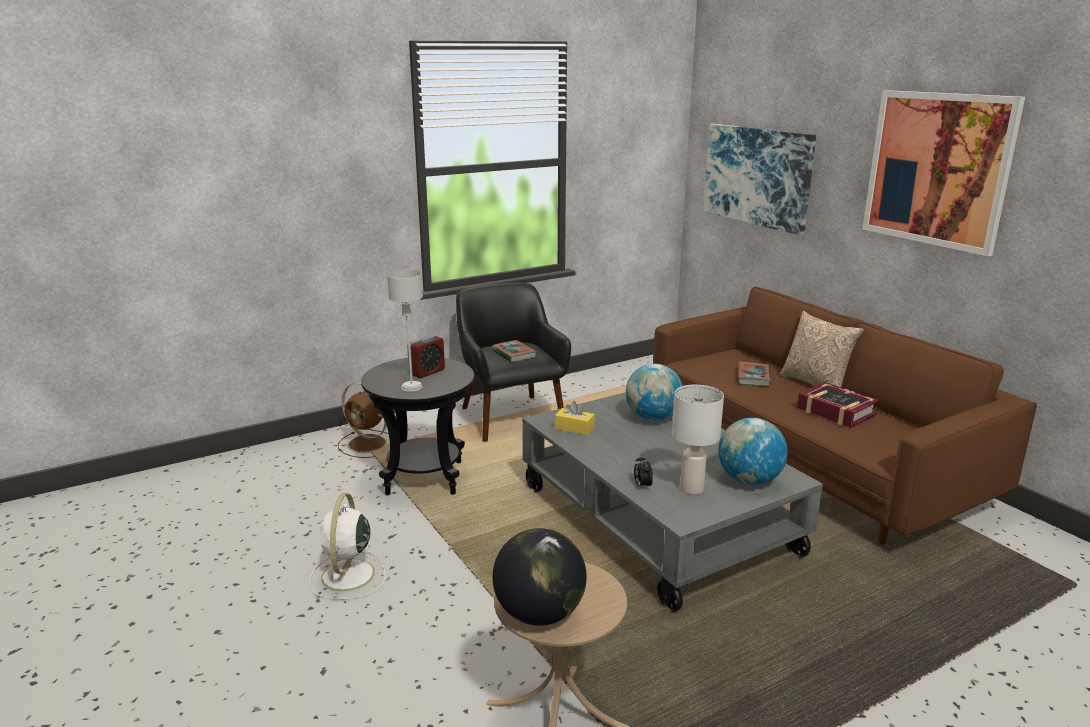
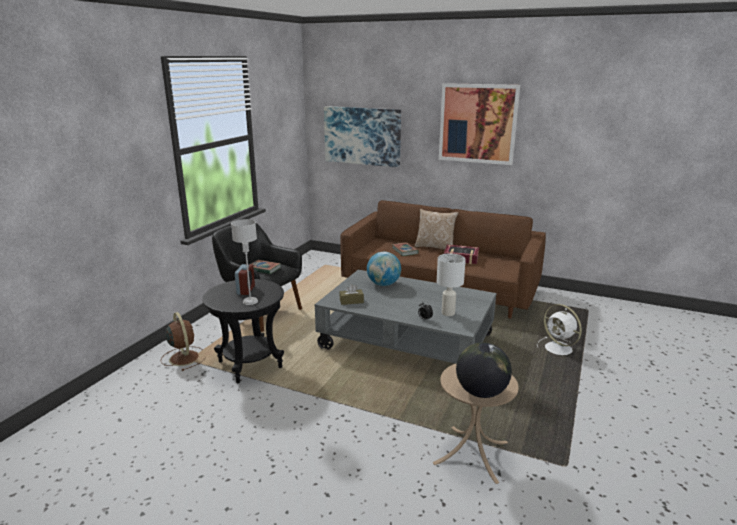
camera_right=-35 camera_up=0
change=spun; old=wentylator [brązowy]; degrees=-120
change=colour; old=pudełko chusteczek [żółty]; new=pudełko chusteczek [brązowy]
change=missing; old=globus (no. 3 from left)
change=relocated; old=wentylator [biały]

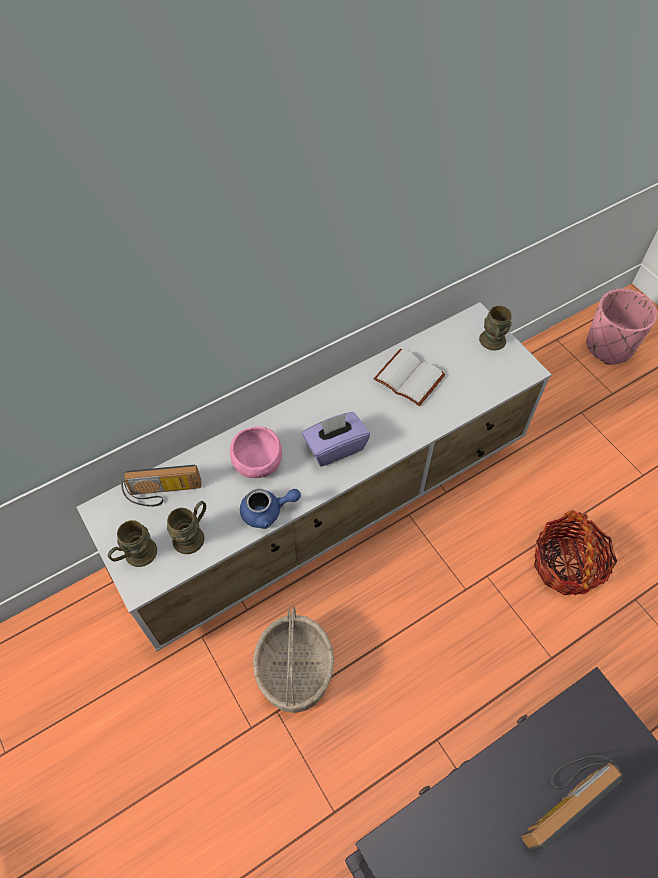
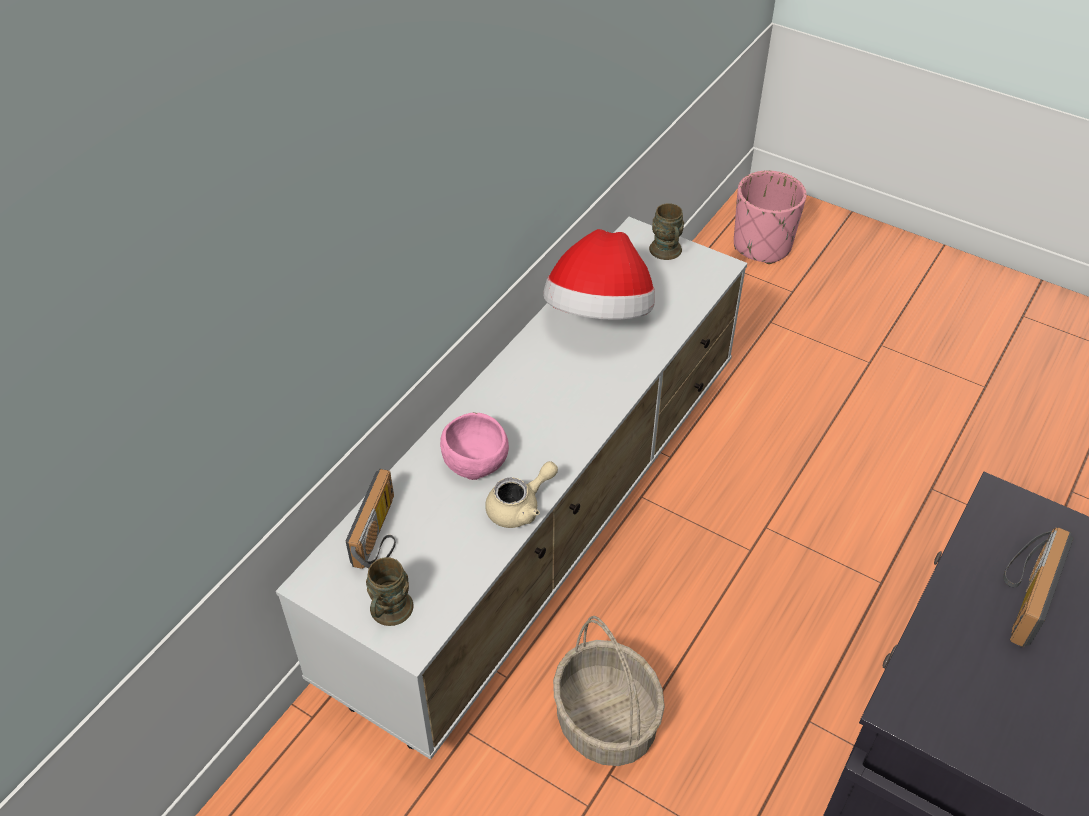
camera_right=-25 camera_up=-10
change=exchanged; old=książka [biały]; new=kapelusz
change=missing; old=pudełko chusteczek [fioletowy]
change=spun; old=radio (no. 1 from left); degrees=-45
change=colour; old=imbryk [niebieski]; new=imbryk [beżowy]
change=missing; old=kubek [brązowy] (no. 2 from left)
change=missing; old=koszyk (no. 2 from left)

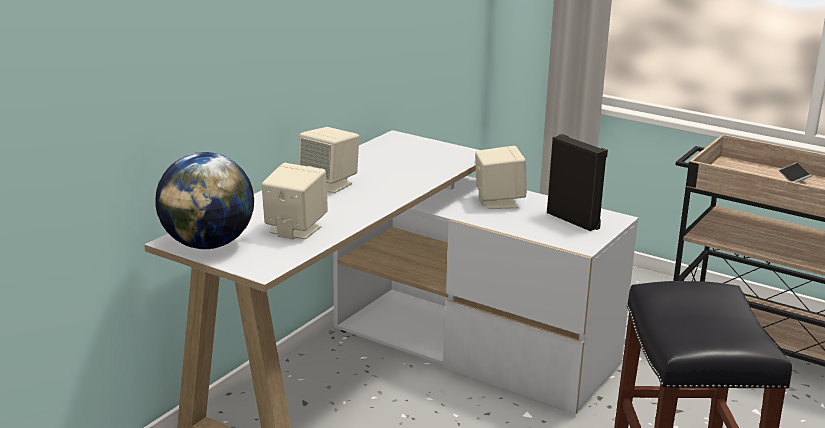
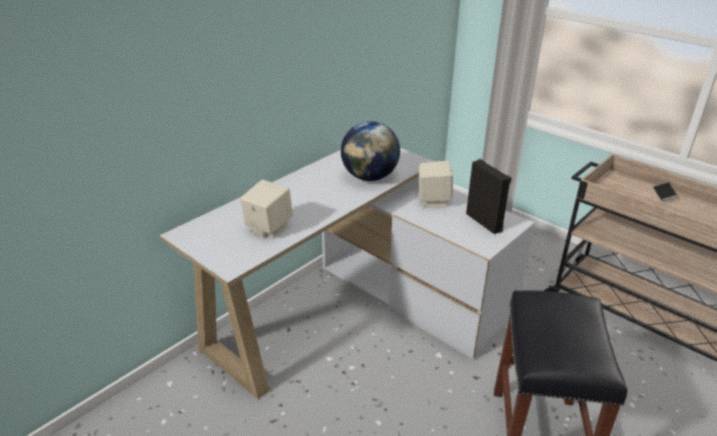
camera_right=10 camera_up=10
change=missing; old=głośnik [beżowy] (no. 2 from left)
change=relocated; old=globus

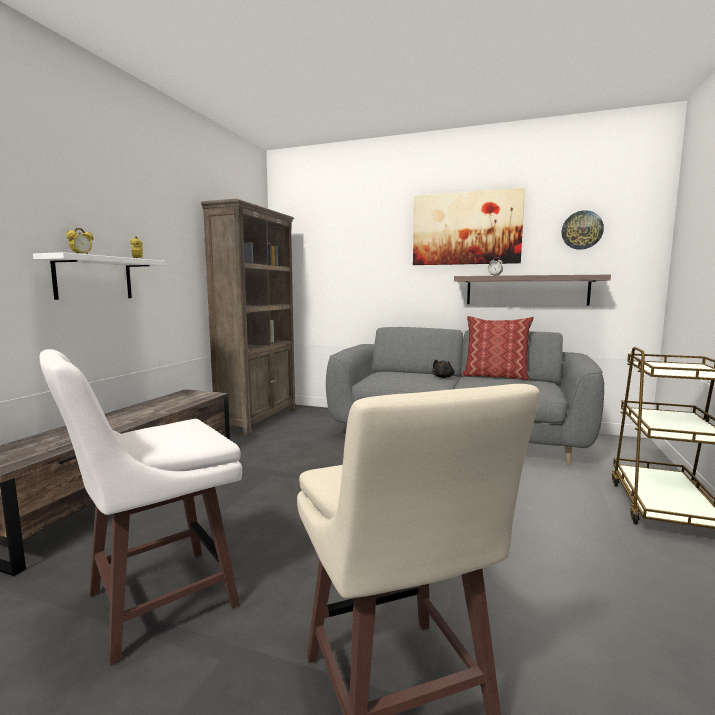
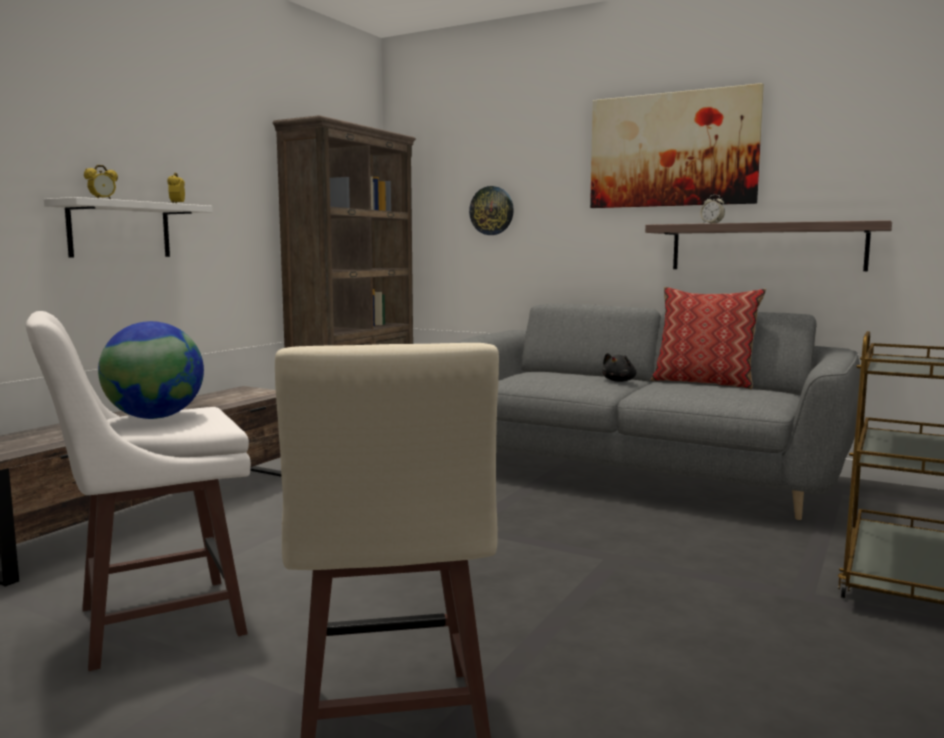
camera_right=10 camera_up=0
change=relocated; old=zegar ścienny
change=appeared; new=globus

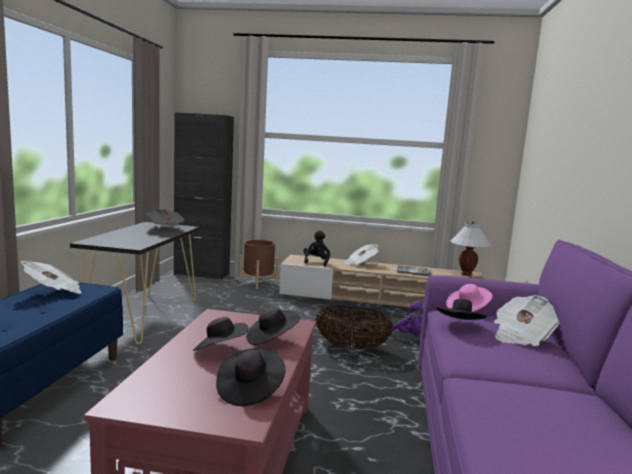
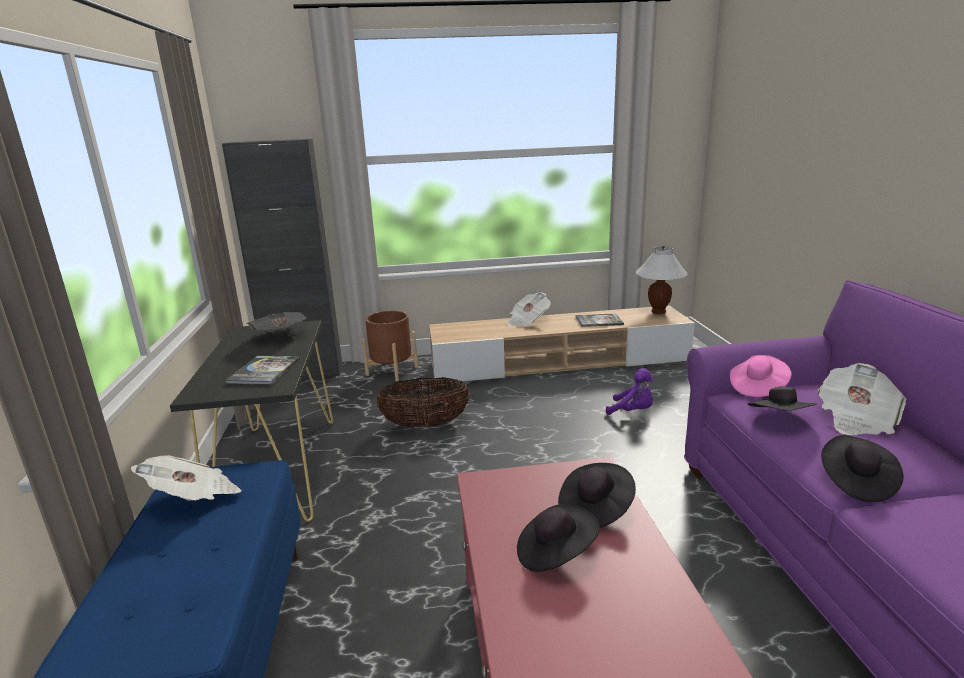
camera_right=-15 camera_up=10
change=missing; old=pluszak [czarny]
change=relocated; old=koszyk
change=relocated; old=kapelusz [czarny] (no. 2 from left in the first image); new=kapelusz [czarny] (no. 4 from left)
change=appeared; new=książka (no. 1 from left)

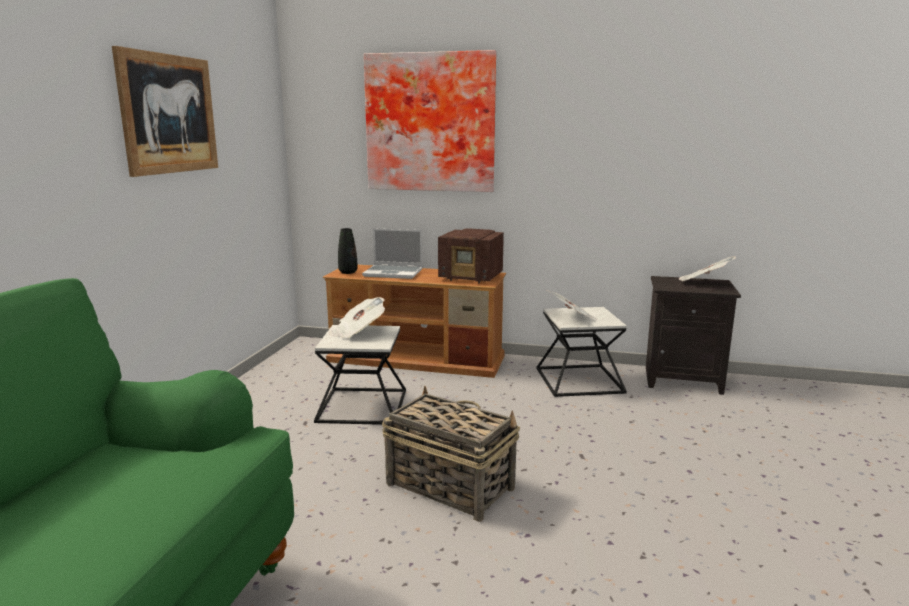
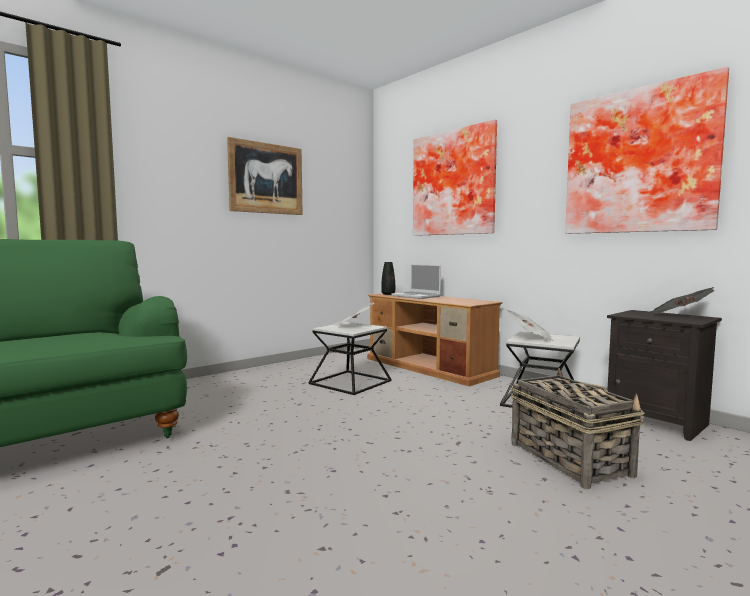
camera_right=35 camera_up=-10
change=missing; old=radio
change=relocated; old=koszyk
change=appeared; new=obraz (no. 3 from left)

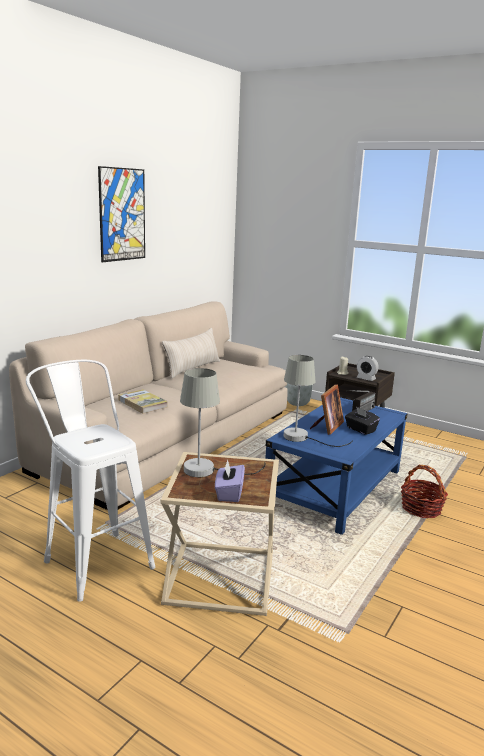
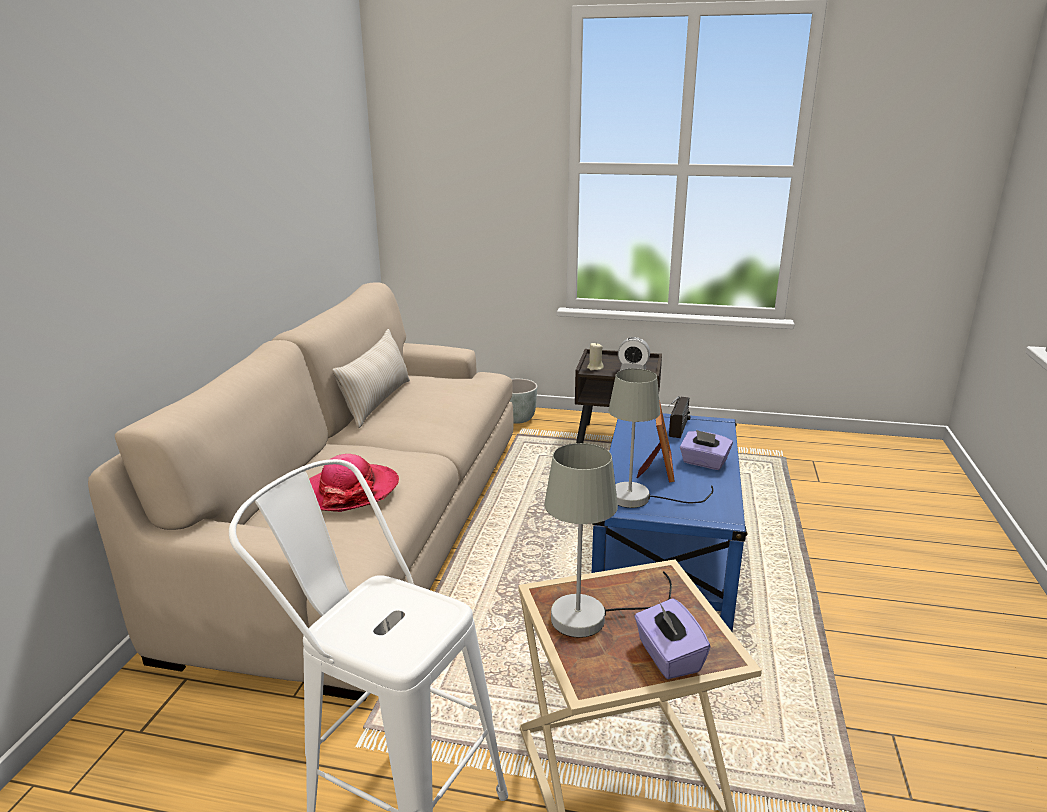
camera_right=-20 camera_up=5
change=missing; old=obraz
change=exchanged; old=książka; new=kapelusz
change=colour; old=pudełko chusteczek [czarny]; new=pudełko chusteczek [fioletowy] (no. 2 from left)
change=missing; old=koszyk

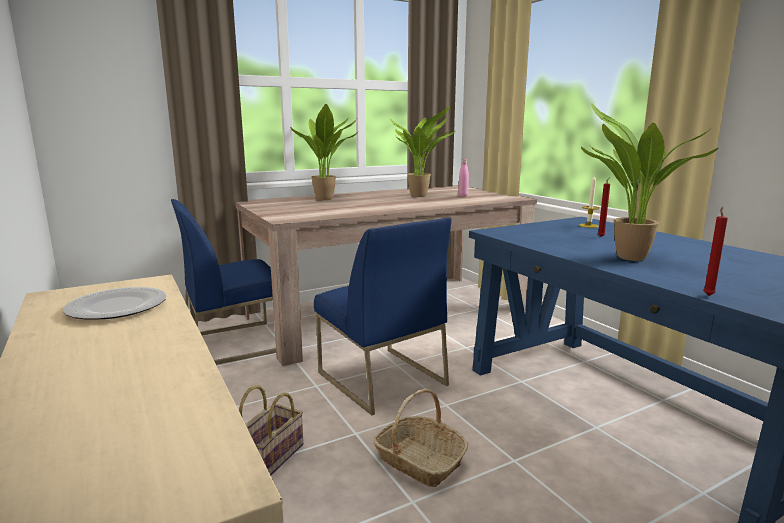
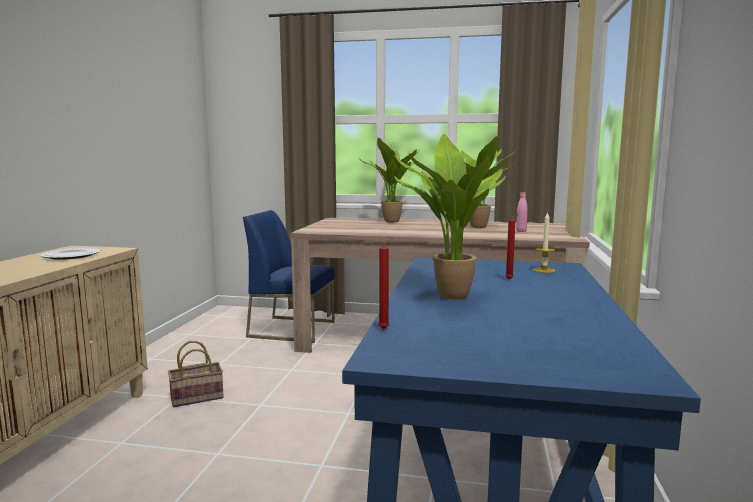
camera_right=40 camera_up=-5
change=missing; old=krzesło [niebieski] (no. 2 from left)
change=missing; old=koszyk (no. 2 from left)

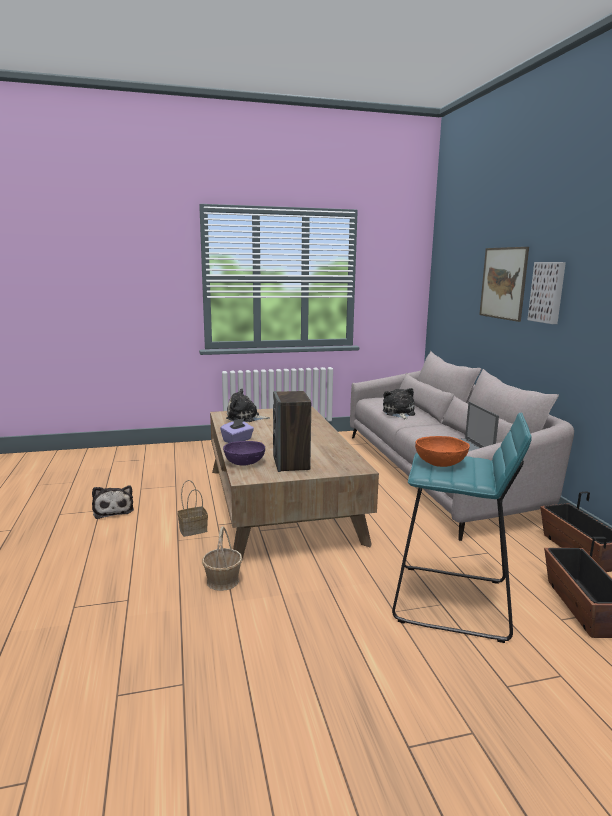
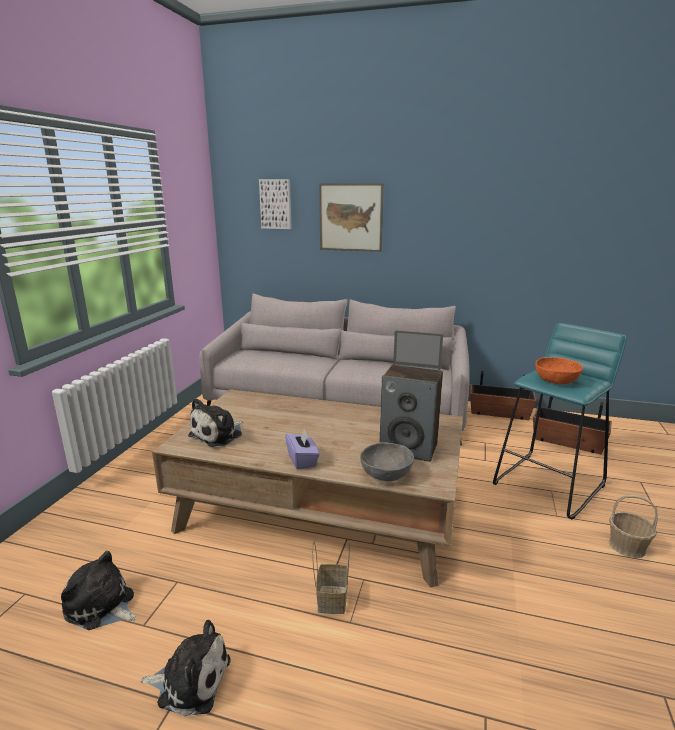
camera_right=-60 camera_up=5
change=relocated; old=obraz (no. 2 from left in the first image); new=obraz (no. 1 from left)
change=relocated; old=pluszak (no. 3 from left in the first image); new=pluszak (no. 1 from left)
change=colour; old=miska [fioletowy]; new=miska [szary]
change=relocated; old=koszyk (no. 2 from left)

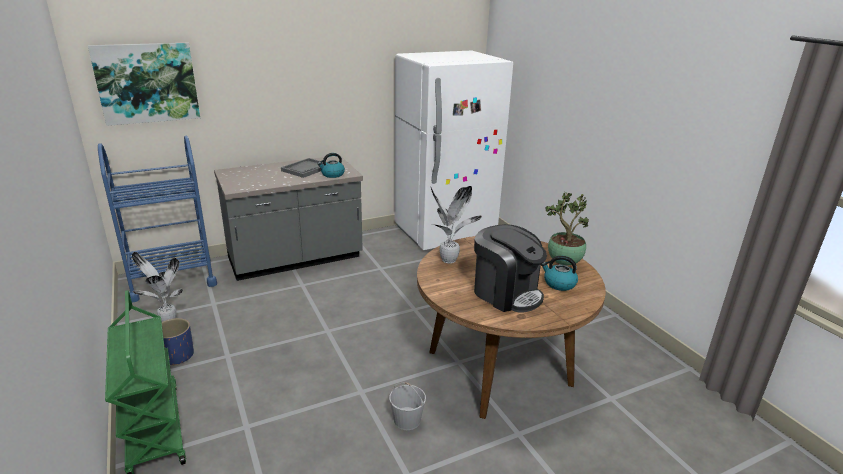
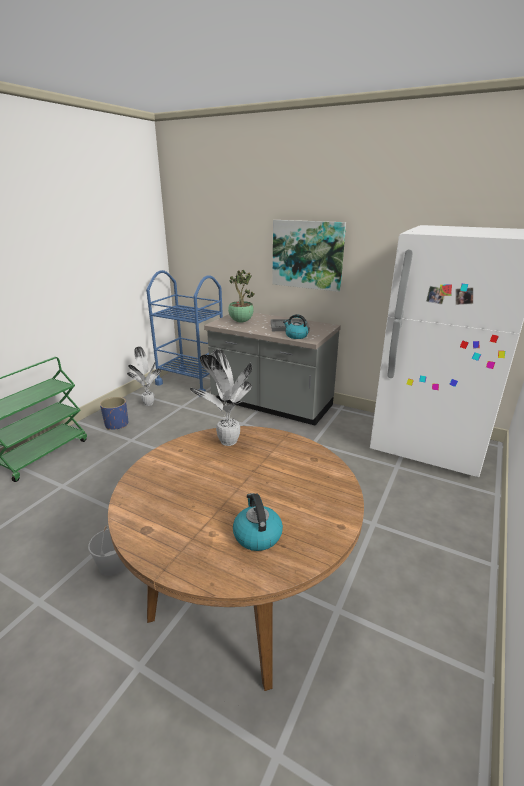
camera_right=55 camera_up=0
change=relocated; old=obraz
change=relocated; old=roślina doniczkowa (no. 3 from left)
change=missing; old=ekspres do kawy

